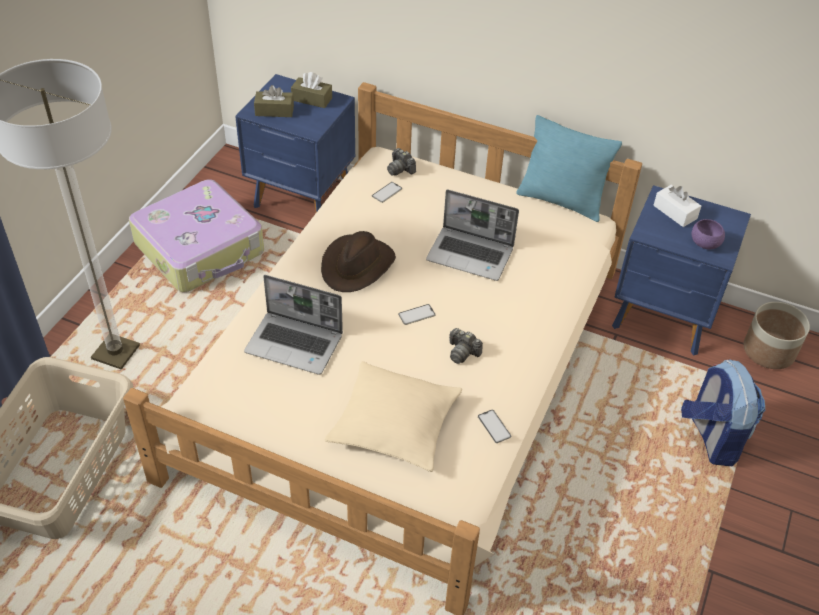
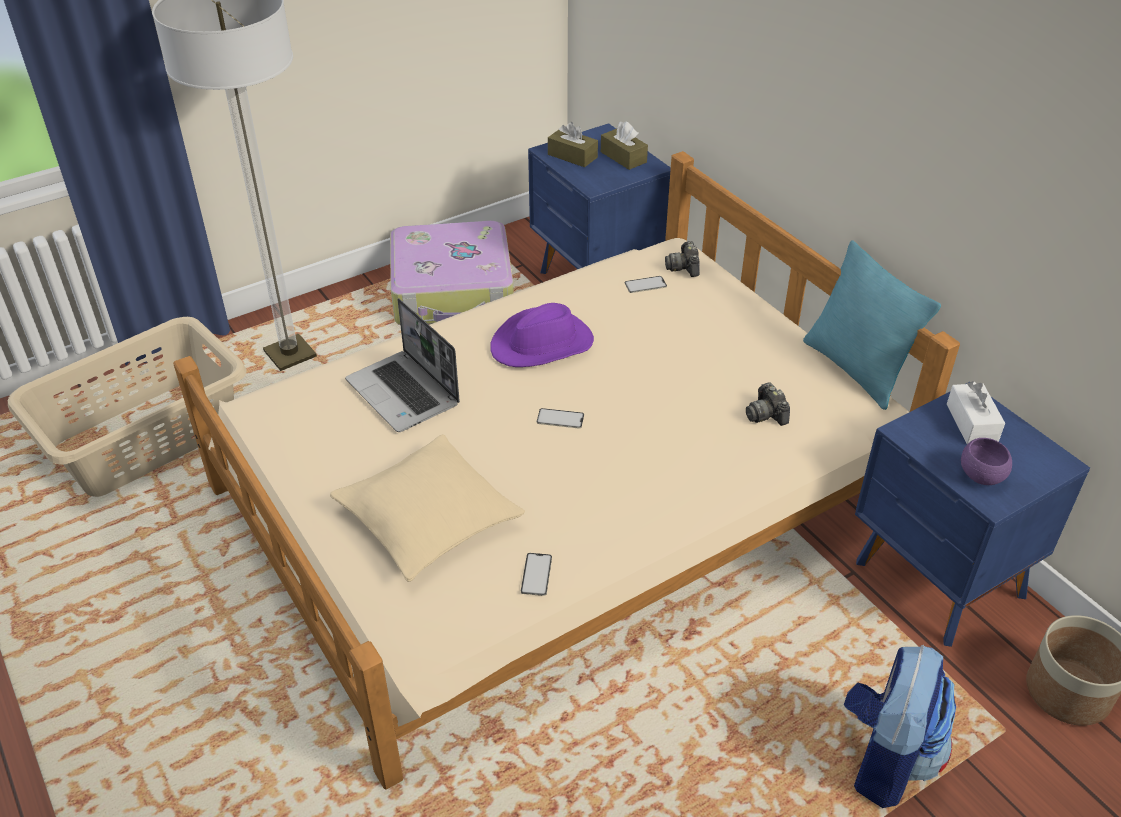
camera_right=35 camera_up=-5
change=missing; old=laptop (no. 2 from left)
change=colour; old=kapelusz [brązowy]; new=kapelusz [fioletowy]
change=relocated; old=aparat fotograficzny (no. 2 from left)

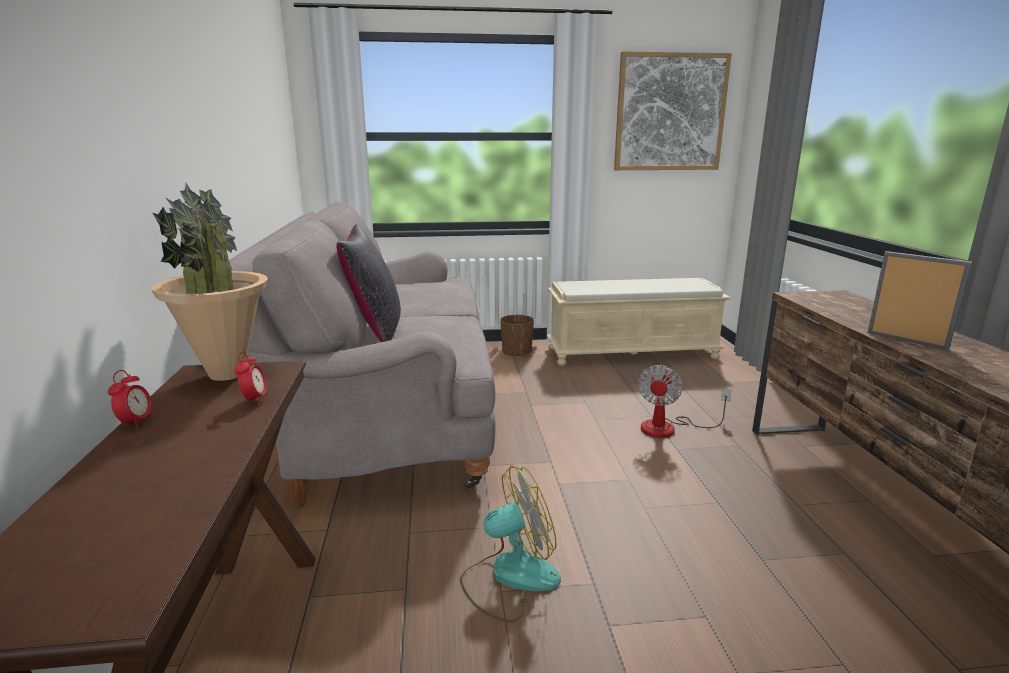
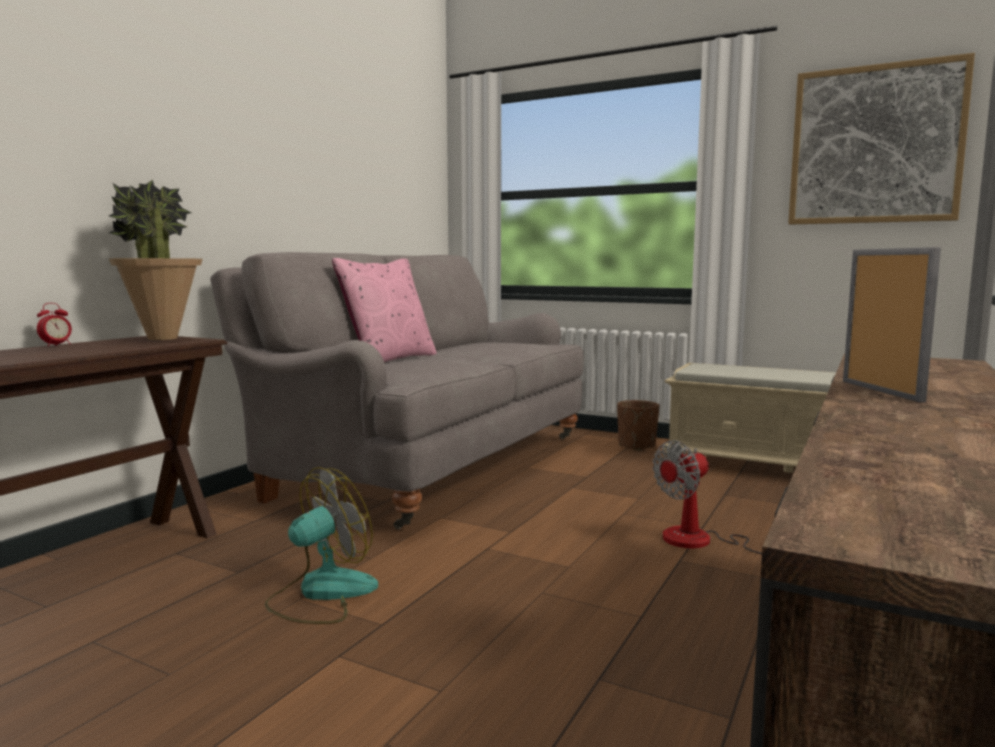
camera_right=35 camera_up=-10
change=colour; old=poduszka [czarny]; new=poduszka [różowy]
change=missing; old=budzik (no. 2 from left)
change=spun; old=wentylator (no. 1 from left); degrees=-60

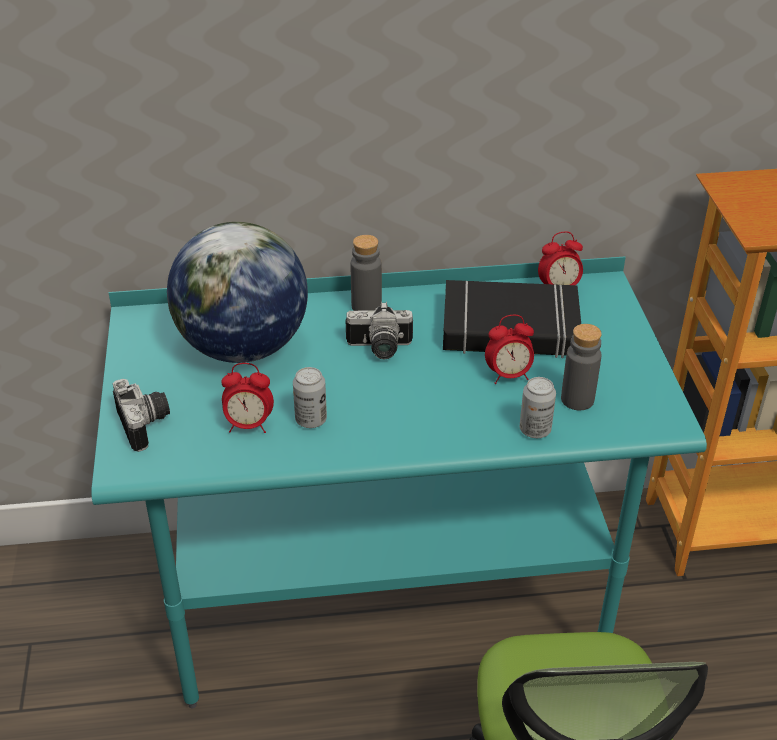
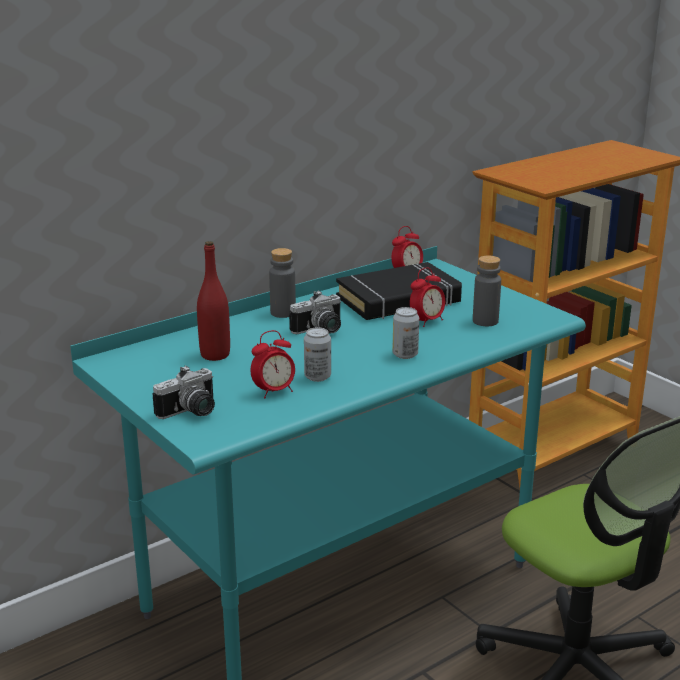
camera_right=-30 camera_up=-15
change=exchanged; old=globus; new=butelka [czerwony]
change=relocated; old=puszka (no. 2 from left)
change=spun; old=aparat fotograficzny (no. 1 from left); degrees=105

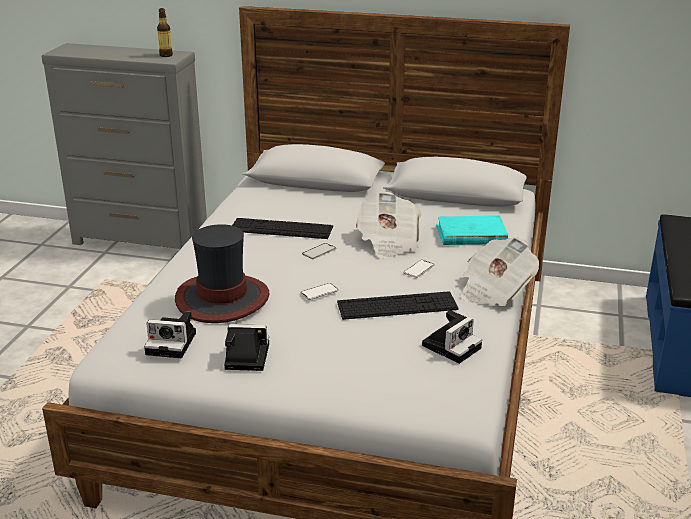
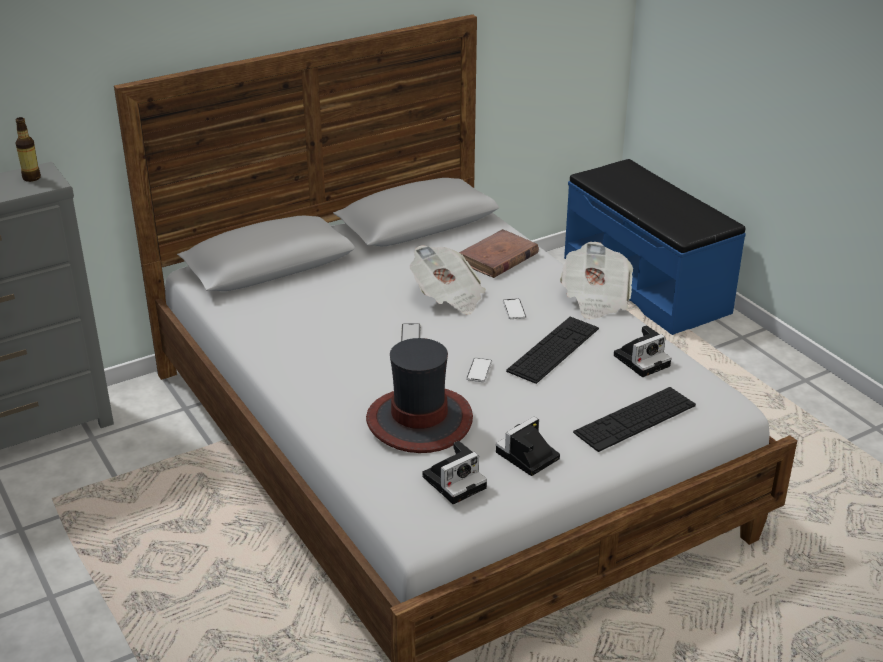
camera_right=-45 camera_up=5
change=colour; old=książka [turkusowy]; new=książka [brązowy]
change=relocated; old=klawiatura (no. 1 from left in the first image); new=klawiatura (no. 2 from left)
change=spun; old=aparat fotograficzny (no. 3 from left); degrees=60

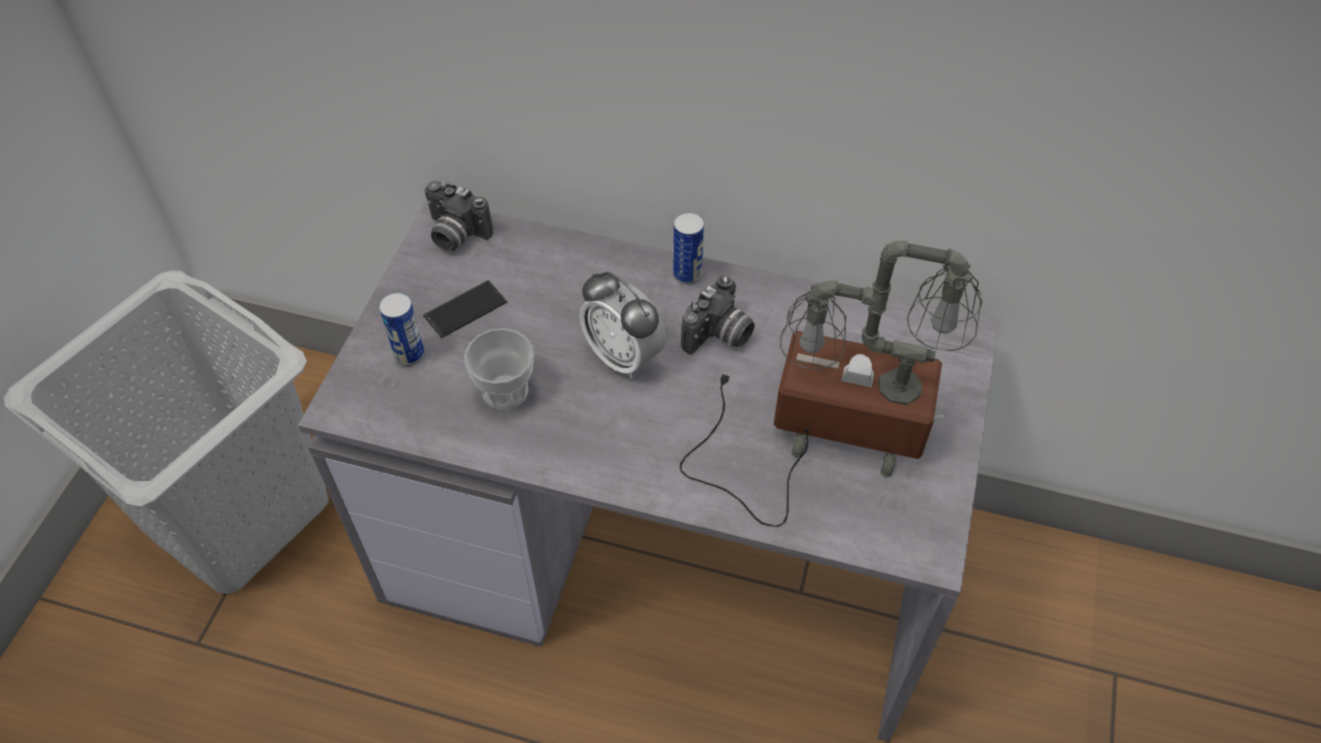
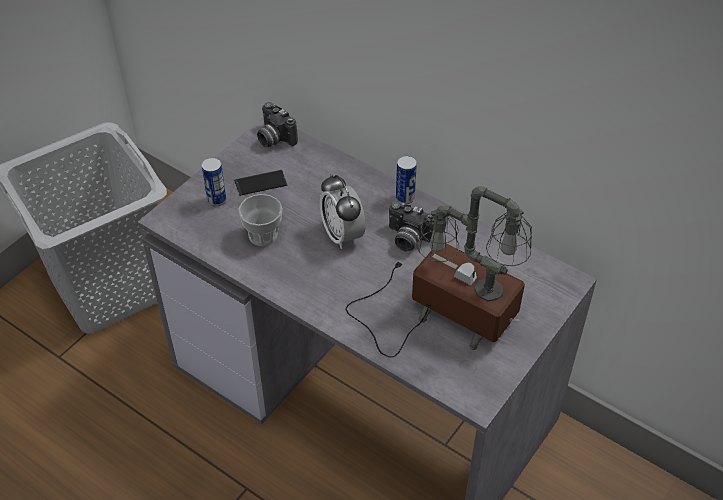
camera_right=20 camera_up=-5
change=spun; old=aparat fotograficzny (no. 2 from left); degrees=60

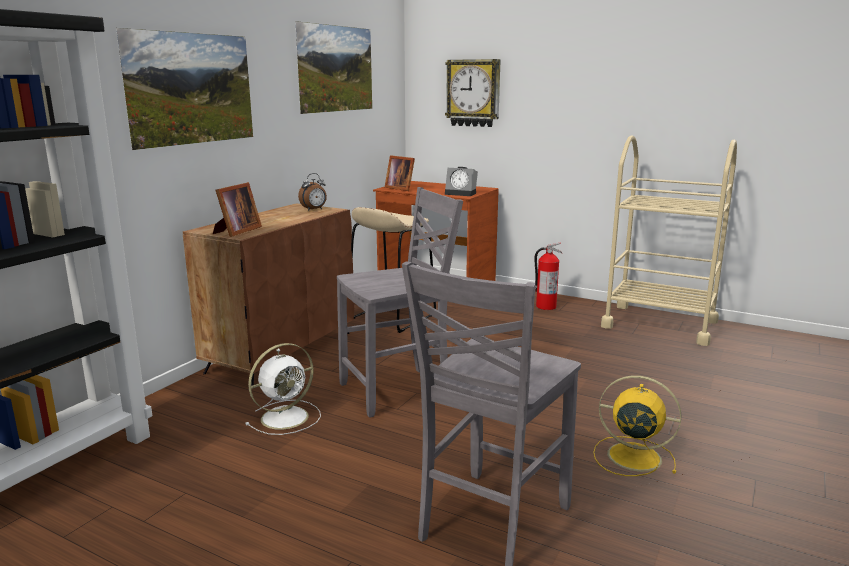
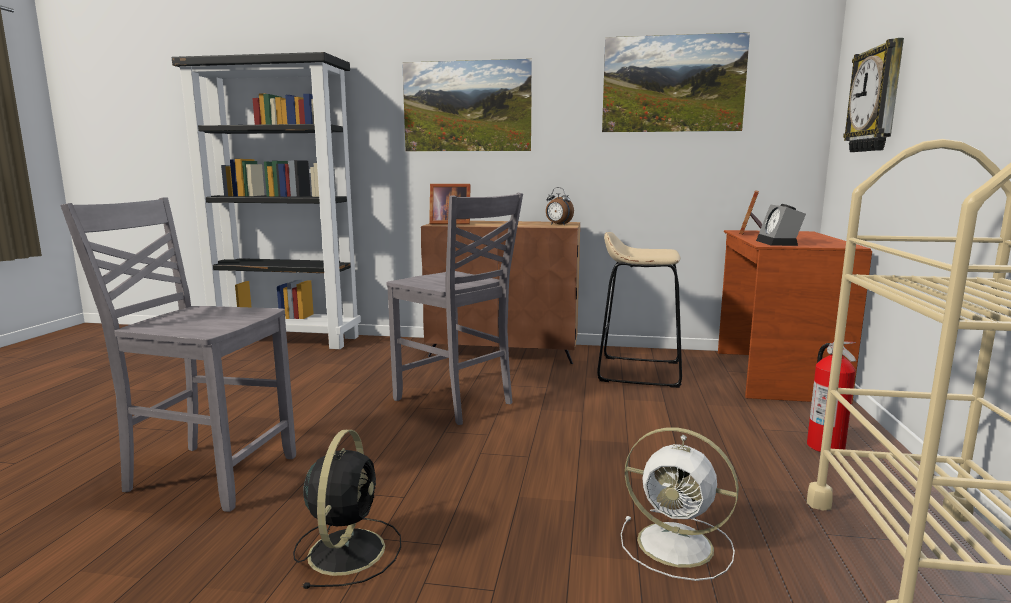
camera_right=70 camera_up=-5
change=relocated; old=wentylator [biały]
change=colour; old=wentylator [żółty]; new=wentylator [czarny]

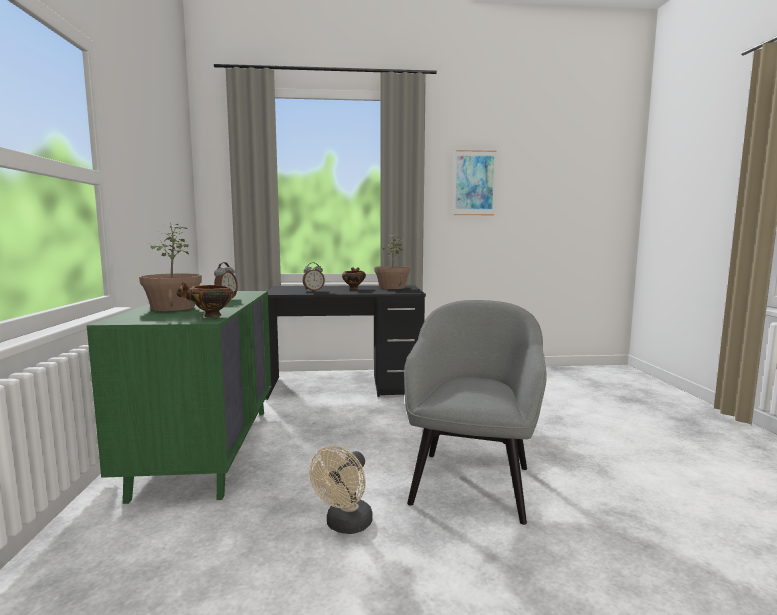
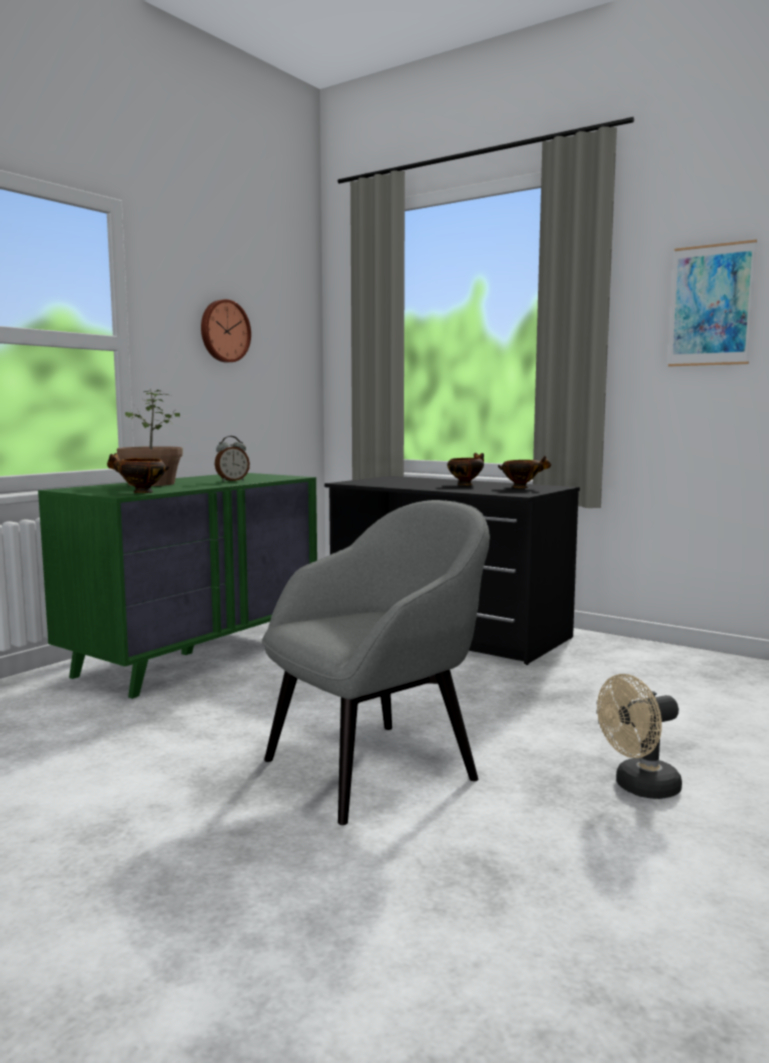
camera_right=40 camera_up=0
change=exchanged; old=roślina doniczkowa (no. 2 from left); new=miska (no. 3 from left)
change=missing; old=budzik (no. 2 from left)
change=relocated; old=wentylator [beżowy]
change=appeared; new=zegar ścienny

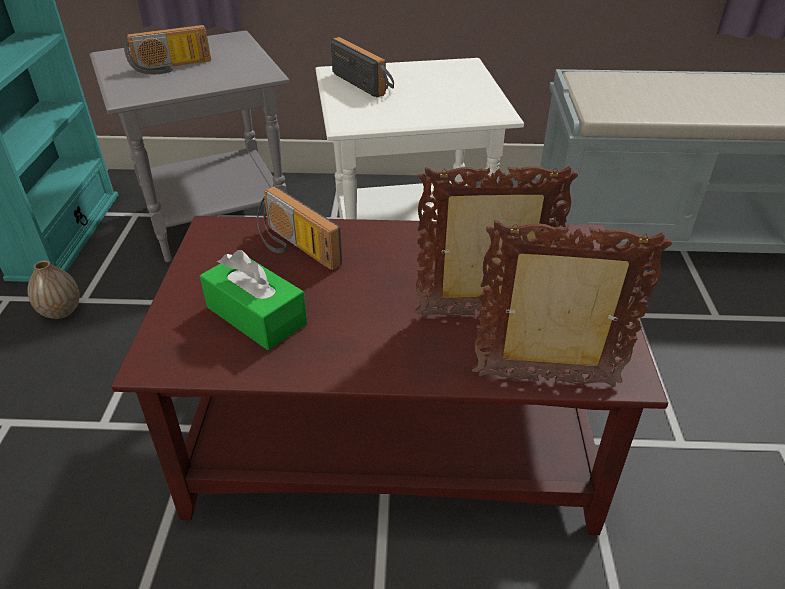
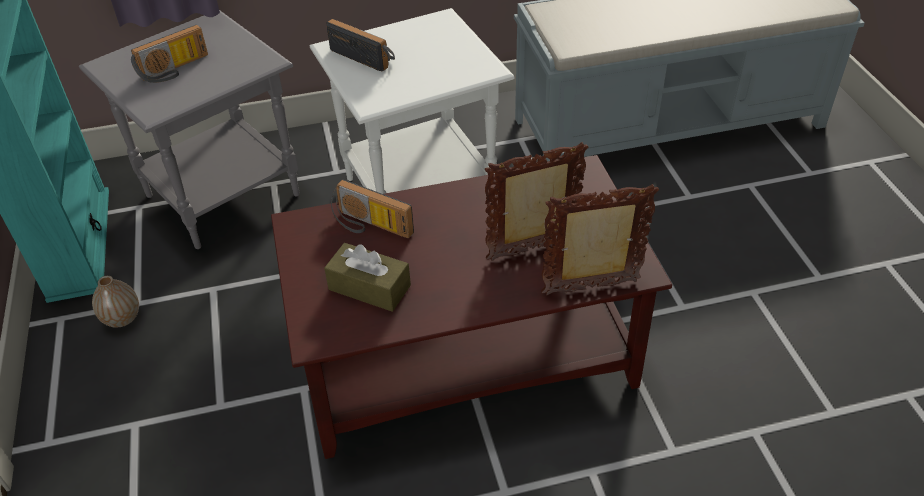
camera_right=-15 camera_up=5
change=colour; old=pudełko chusteczek [zielony]; new=pudełko chusteczek [brązowy]

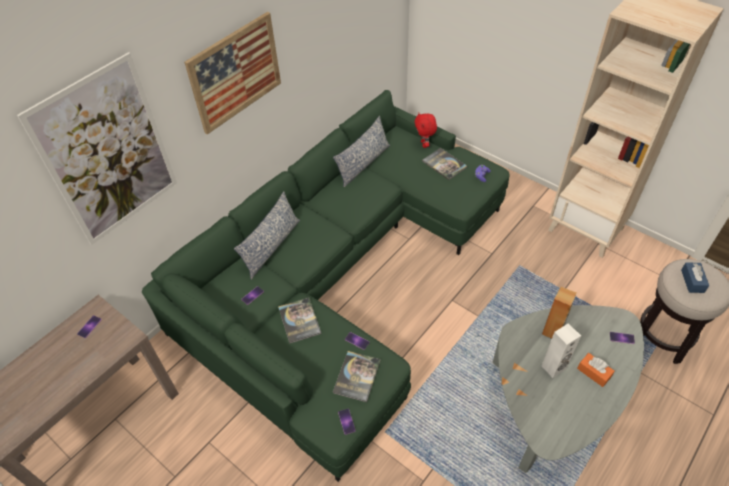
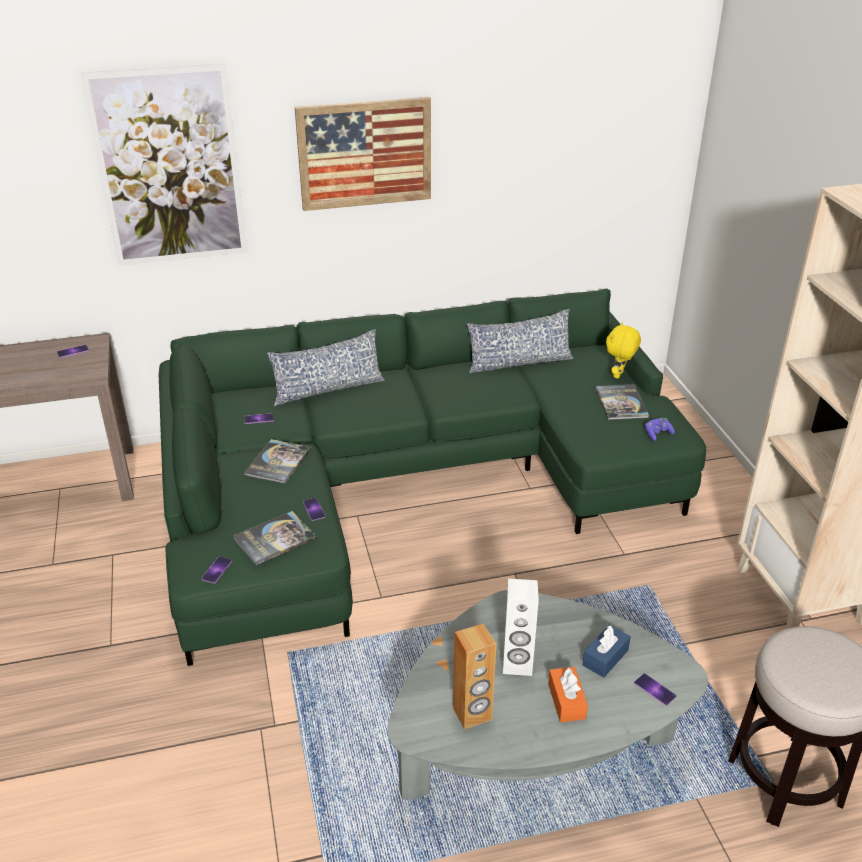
camera_right=35 camera_up=-15
change=colour; old=pluszak [czerwony]; new=pluszak [żółty]
change=relocated; old=pudełko chusteczek [niebieski]
change=relocated; old=głośnik [brązowy]

